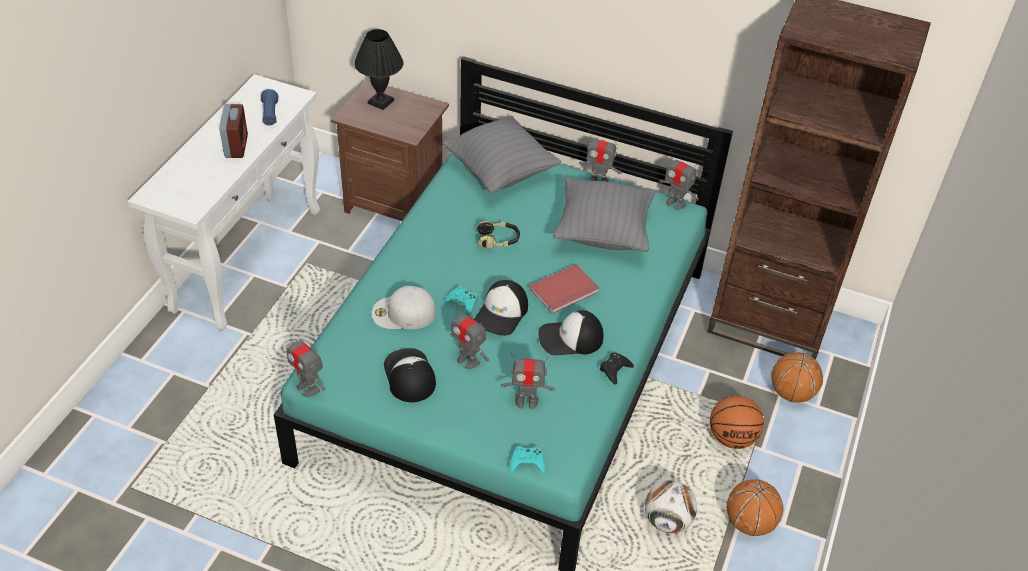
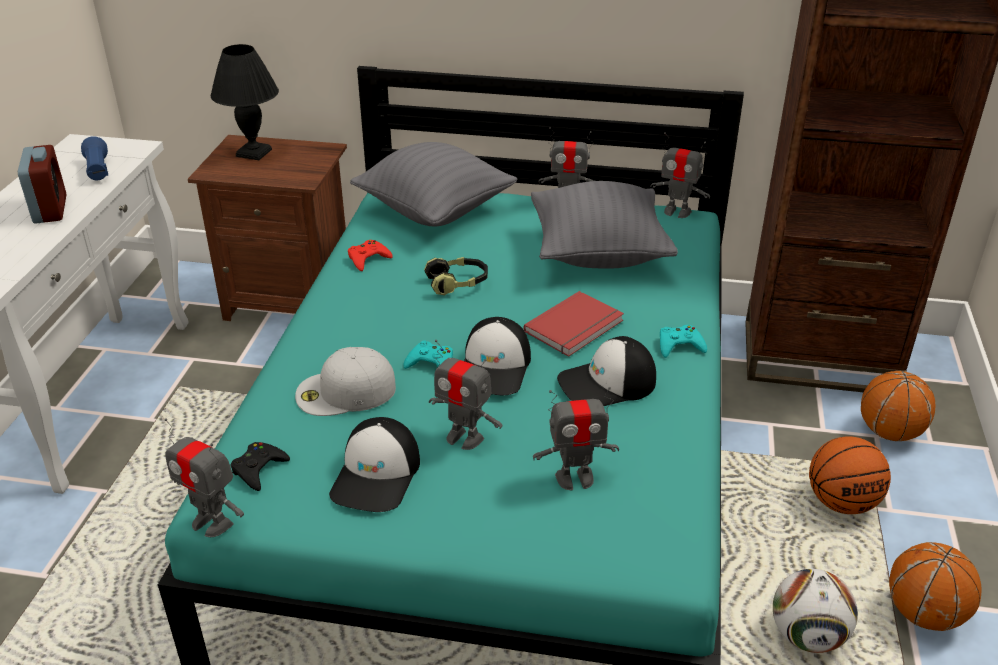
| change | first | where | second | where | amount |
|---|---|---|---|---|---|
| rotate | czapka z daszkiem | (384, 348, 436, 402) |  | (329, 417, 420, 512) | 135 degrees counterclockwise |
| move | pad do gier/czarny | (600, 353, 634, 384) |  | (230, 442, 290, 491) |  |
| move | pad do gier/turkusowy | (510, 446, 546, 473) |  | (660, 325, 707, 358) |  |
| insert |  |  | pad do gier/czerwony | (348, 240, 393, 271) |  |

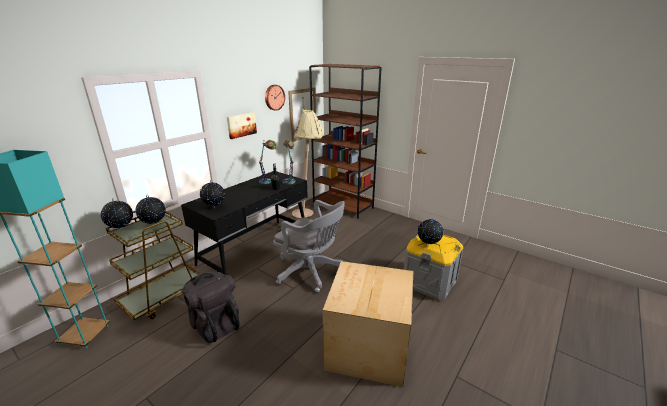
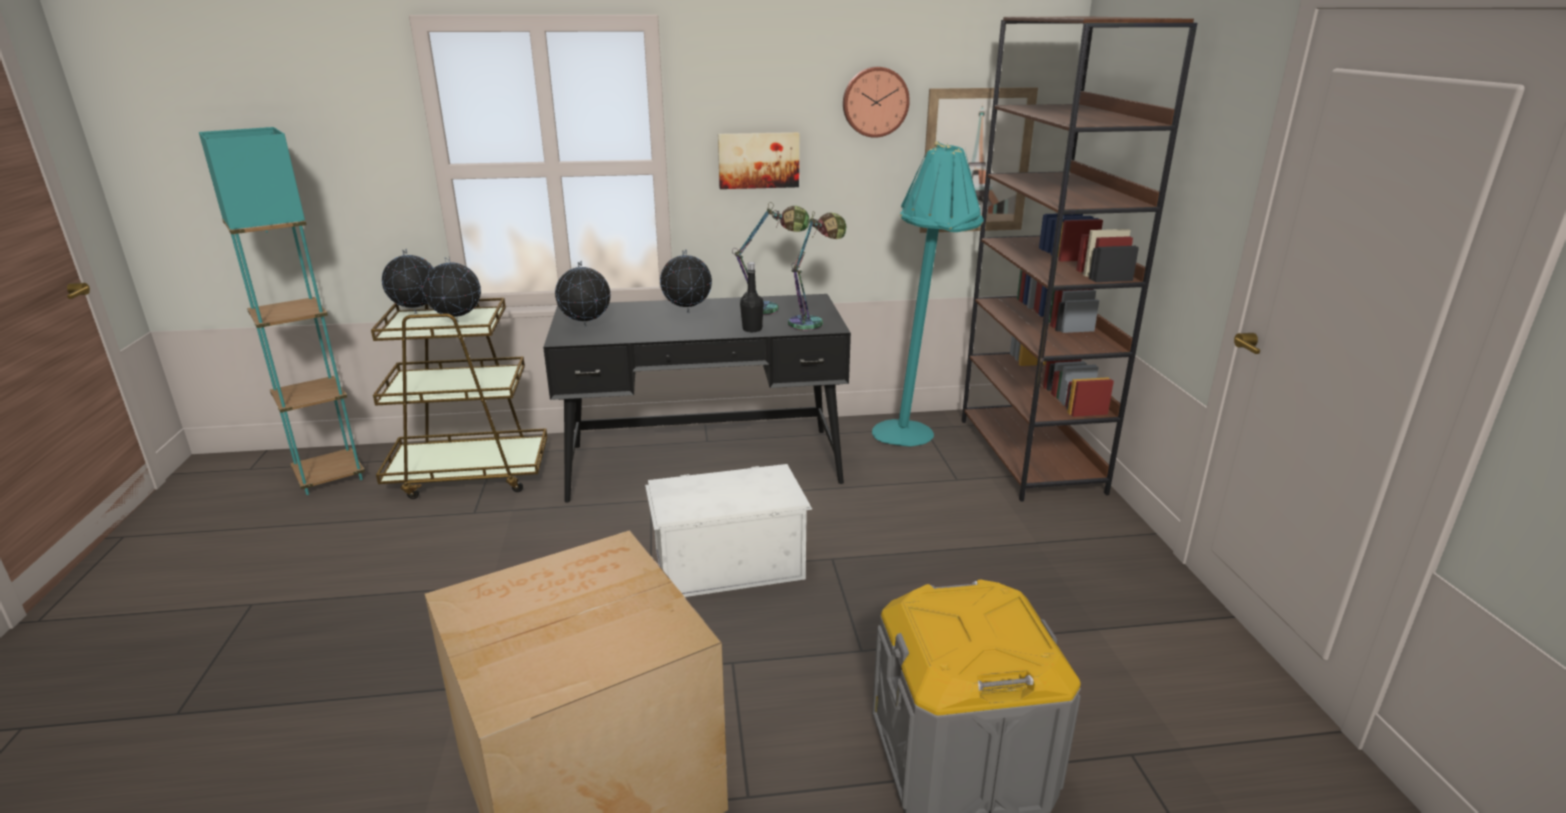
| change | first | where | second | where | amount |
|---|---|---|---|---|---|
| recolor | lampa stojąca/beżowy | (292, 109, 324, 218) | lampa stojąca/turkusowy | (872, 141, 984, 447) |  |
| replace | krzesło biurowe/szary | (273, 200, 345, 293) | pojemnik do przechowywania/biały | (645, 464, 812, 597) |  |
| move | globus | (418, 218, 443, 244) |  | (660, 249, 712, 313) |  |
| delete | plecak/czarny | (182, 272, 240, 343) |  |  |  |

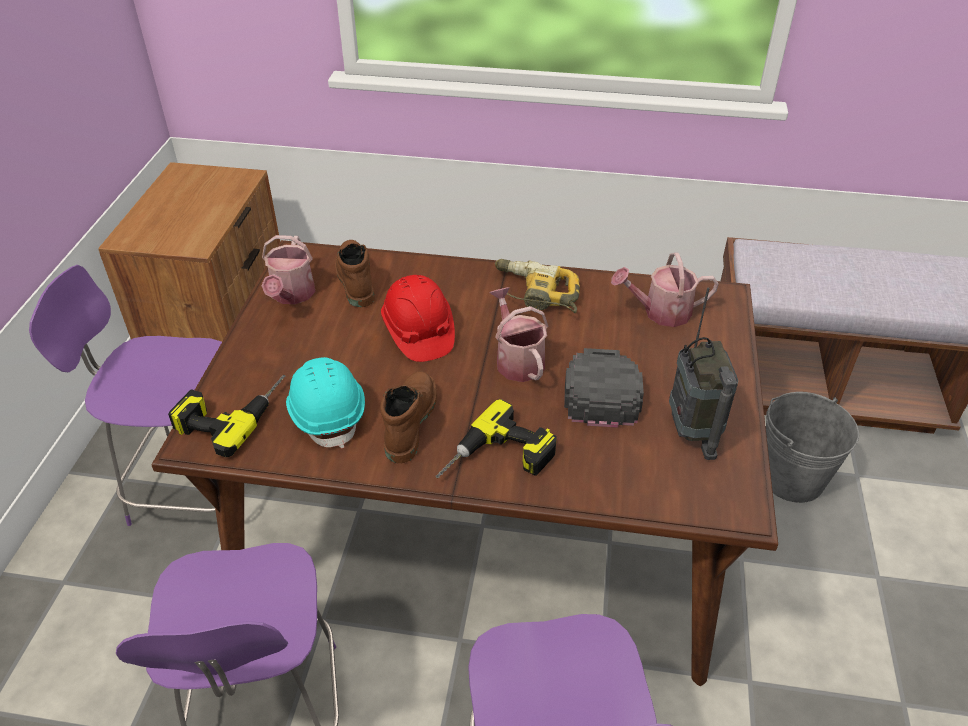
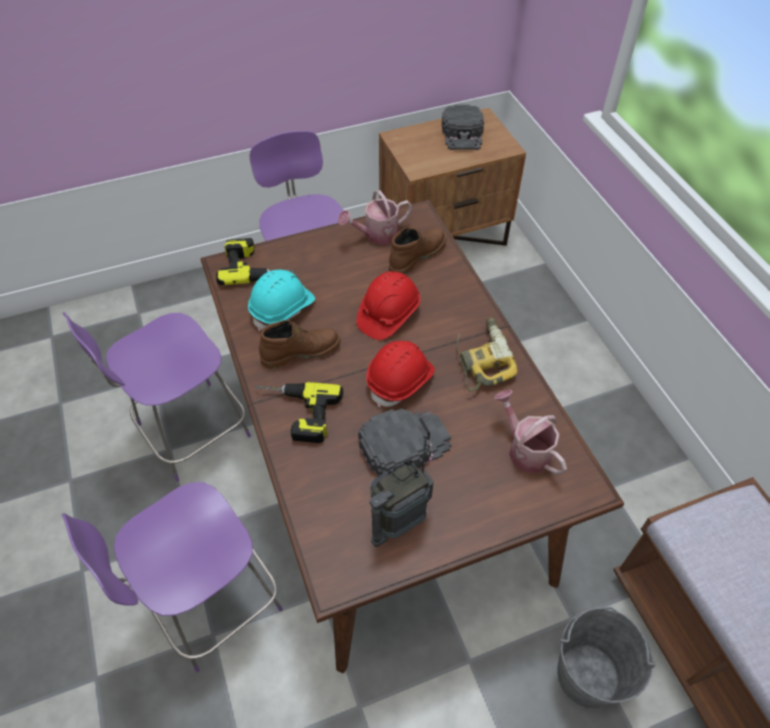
| change | first | where | second | where | amount |
|---|---|---|---|---|---|
| replace | konewka | (490, 287, 548, 382) | kask/czerwony | (366, 341, 435, 407) |  |
| insert |  |  | czapka z daszkiem/czarny | (442, 105, 484, 150) |  |

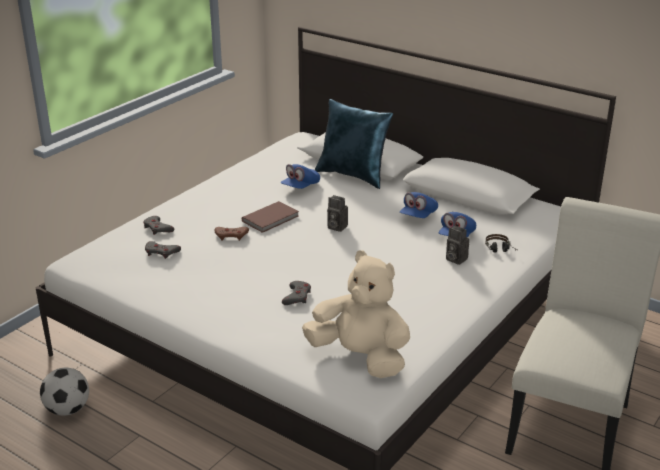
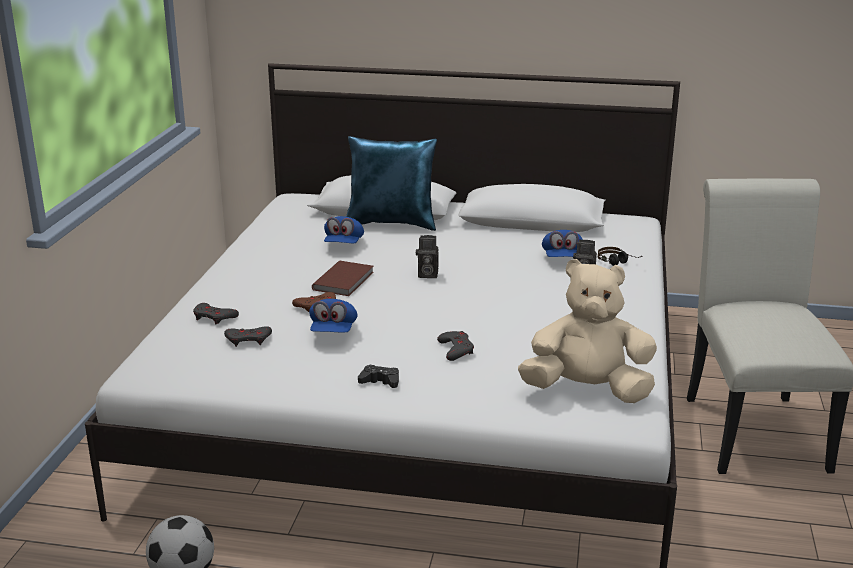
| change | first | where | second | where | amount |
|---|---|---|---|---|---|
| move | czapka z daszkiem/niebieski | (400, 192, 438, 218) |  | (309, 299, 358, 332) |  |
| insert |  |  | pad do gier/czarny | (358, 365, 399, 388) |  |

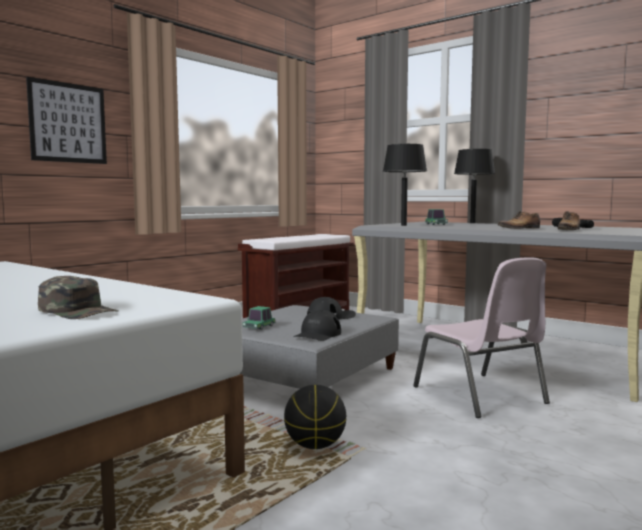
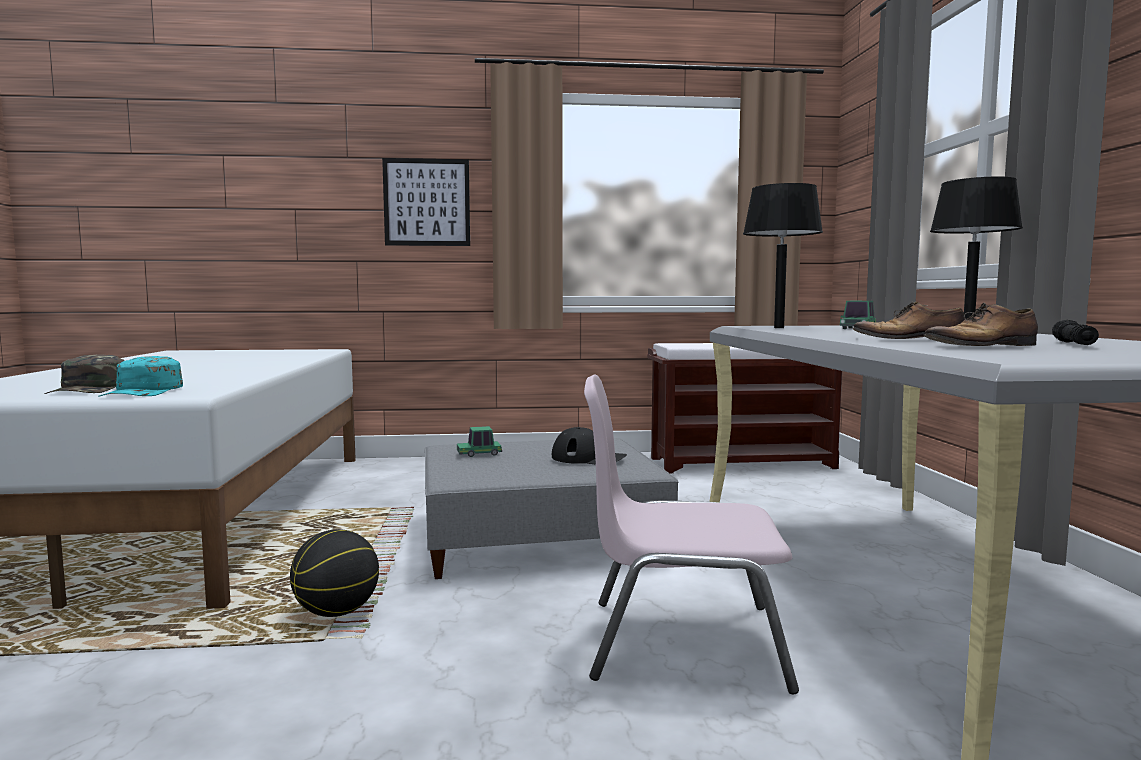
| change | first | where | second | where | amount |
|---|---|---|---|---|---|
| rotate | krzesło/różowy | (413, 257, 550, 418) |  | (584, 375, 799, 694) | 75 degrees clockwise |
| delete | czapka z daszkiem/czarny | (293, 310, 341, 341) |  |  |  |
| insert |  |  | czapka z daszkiem/turkusowy | (98, 356, 183, 397) |  |

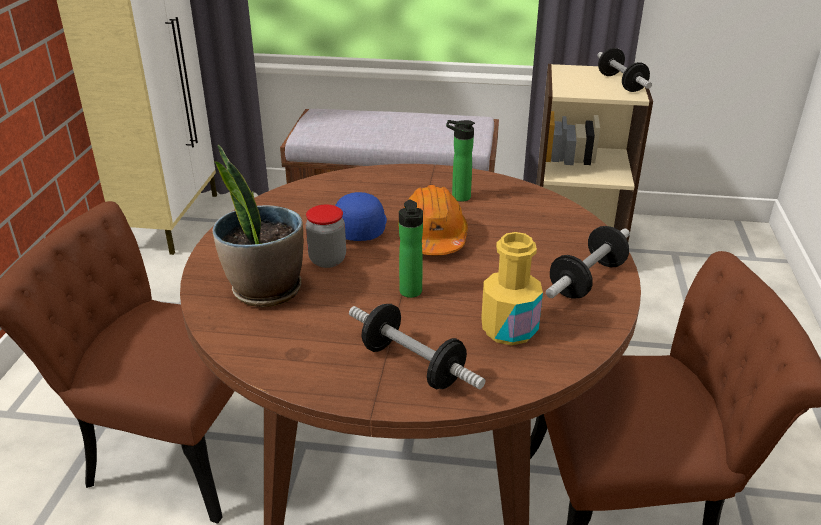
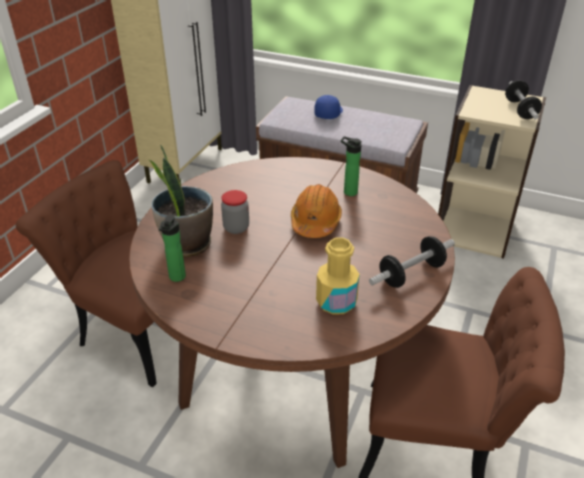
| change | first | where | second | where | amount |
|---|---|---|---|---|---|
| move | czapka z daszkiem/niebieski | (335, 192, 387, 241) |  | (314, 95, 343, 119) |  |
| move | butelka | (399, 200, 423, 298) |  | (159, 214, 186, 282) |  |
| delete | hantel | (349, 304, 486, 390) |  |  |  |

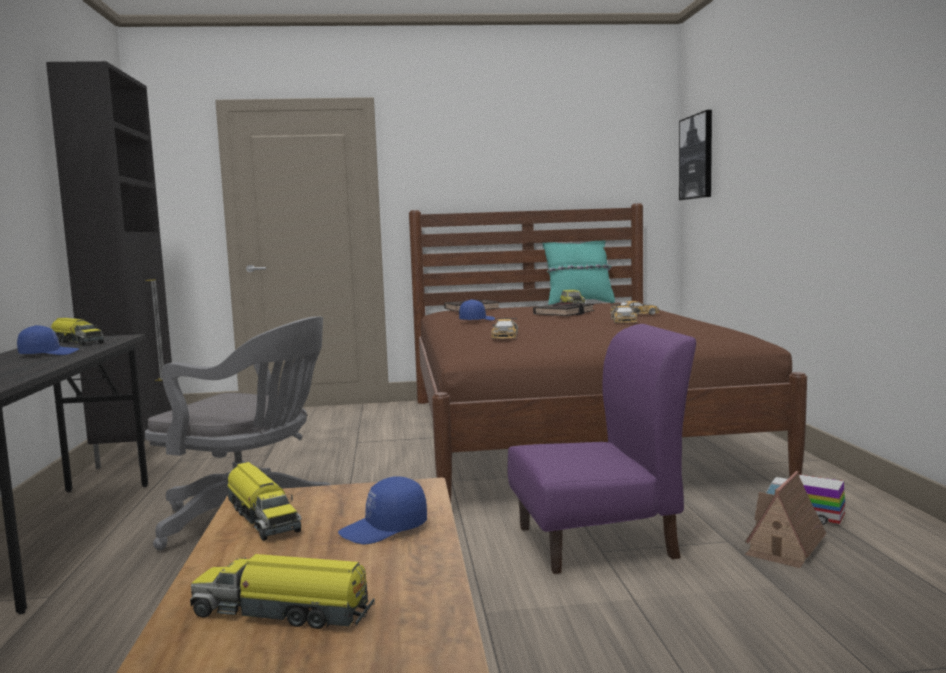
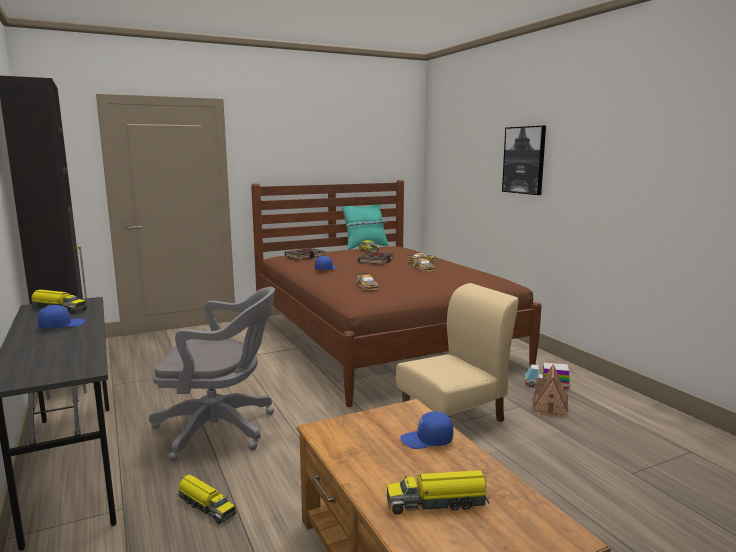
| change | first | where | second | where | amount |
|---|---|---|---|---|---|
| move | obraz | (679, 110, 712, 200) |  | (502, 126, 546, 195) |  |
| recolor | krzesło/fioletowy | (507, 324, 696, 574) | krzesło/beżowy | (396, 283, 518, 422) |  |
| move | ciężarówka zabawkowa | (227, 462, 302, 541) |  | (178, 474, 237, 524) |  |
| rotate | czapka z daszkiem/niebieski | (338, 476, 427, 545) |  | (400, 411, 453, 449) | 45 degrees clockwise |

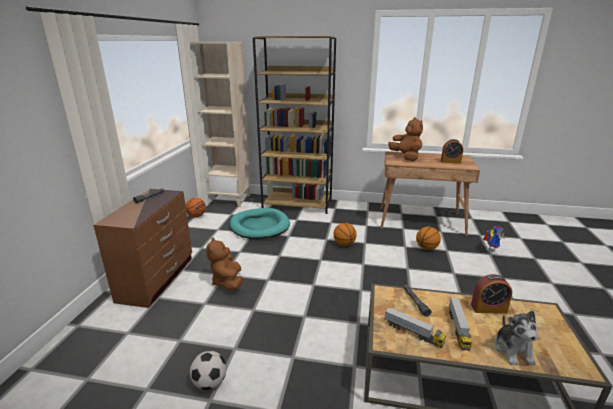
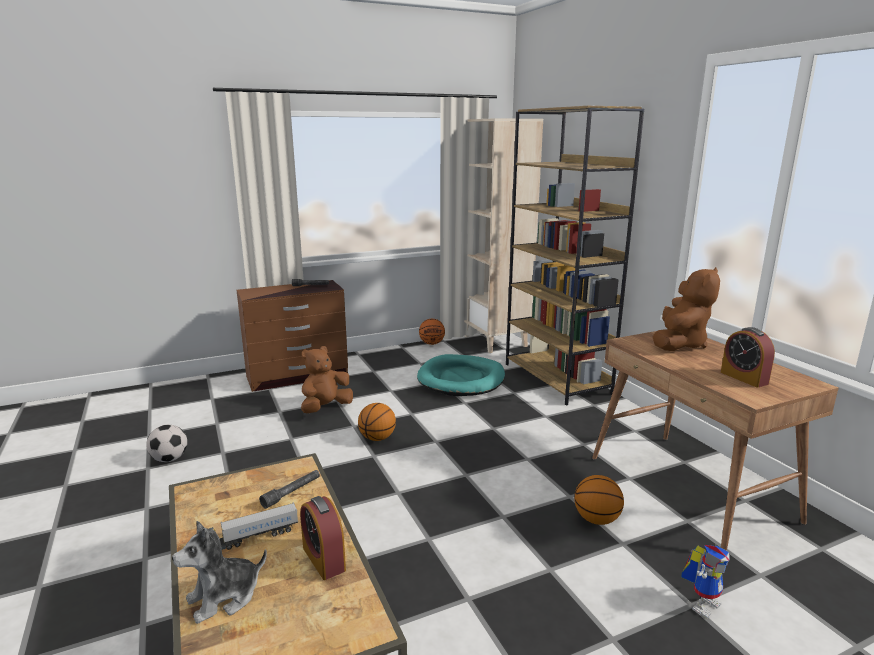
| change | first | where | second | where | amount |
|---|---|---|---|---|---|
| move | piłka do koszykówki | (333, 223, 357, 246) |  | (358, 403, 396, 441) |  |
| delete | ciężarówka zabawkowa | (385, 307, 446, 348) |  |  |  |

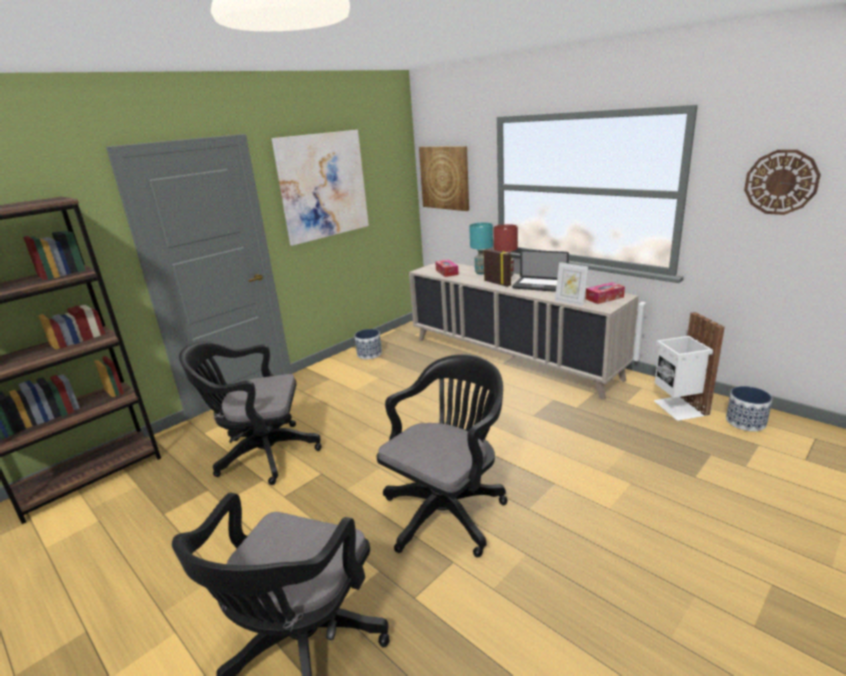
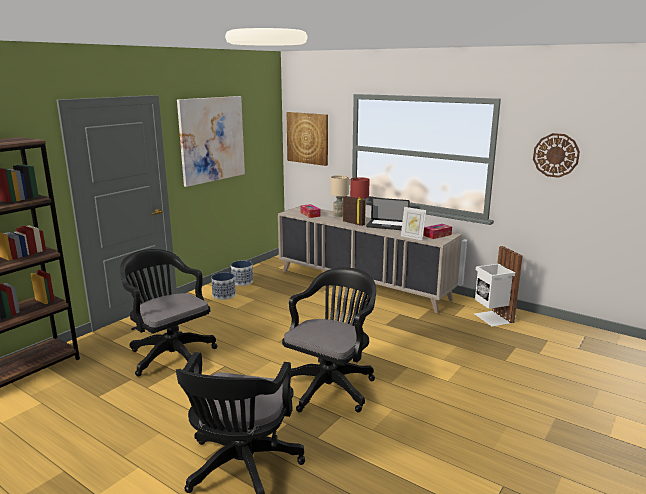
| change | first | where | second | where | amount |
|---|---|---|---|---|---|
| recolor | lampa stołowa/turkusowy | (469, 223, 493, 274) | lampa stołowa/beżowy | (331, 175, 349, 217) |  |
| rotate | krzesło biurowe/czarny | (179, 341, 322, 485) |  | (120, 249, 217, 377) | 60 degrees clockwise |
| move | donica | (726, 386, 772, 431) |  | (211, 273, 236, 300) |  |

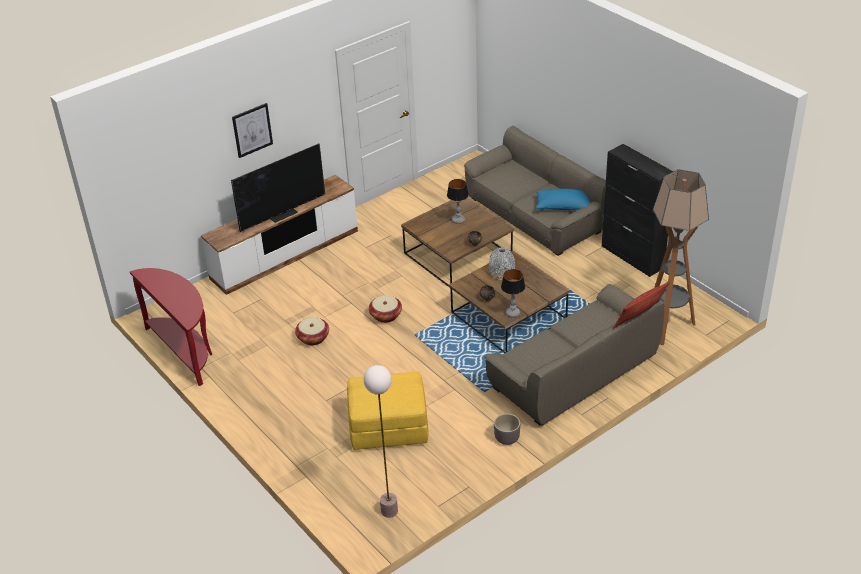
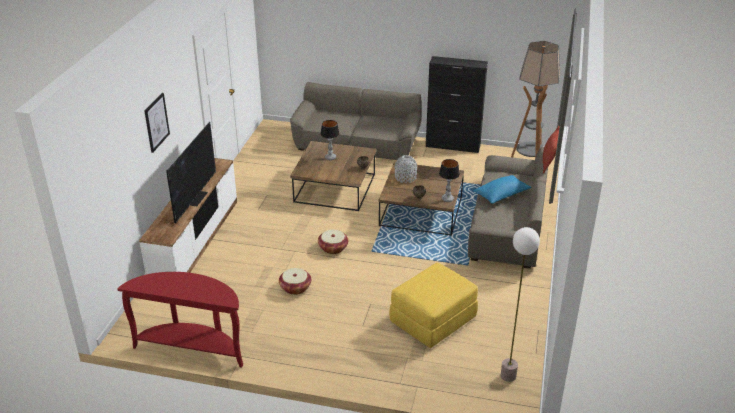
| change | first | where | second | where | amount |
|---|---|---|---|---|---|
| move | poduszka/niebieski | (536, 189, 590, 210) |  | (474, 175, 531, 204) |  |
| delete | donica/szary | (494, 413, 520, 445) |  |  |  |

